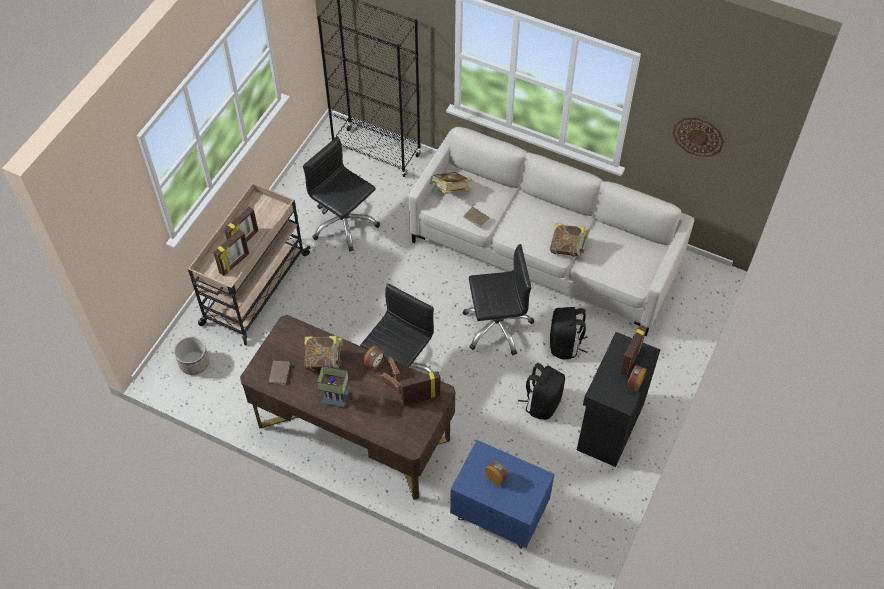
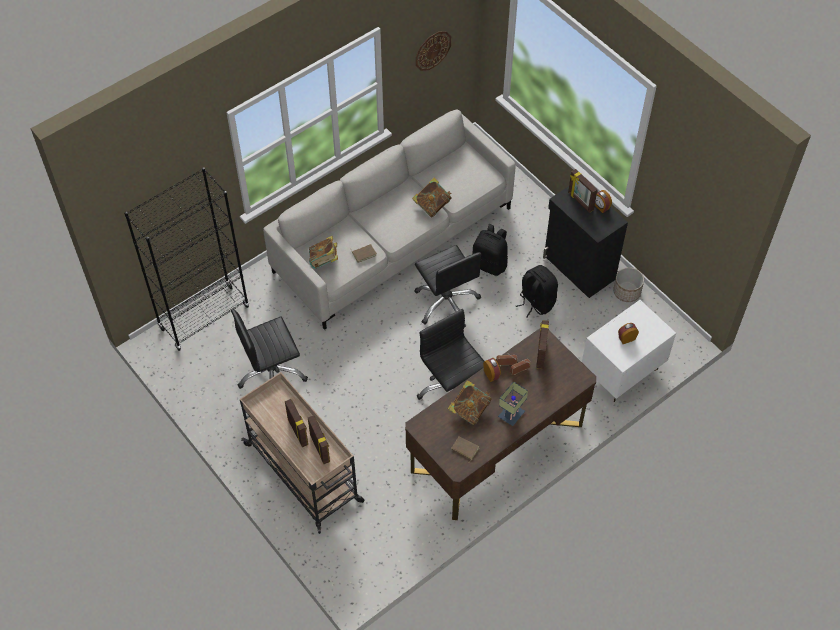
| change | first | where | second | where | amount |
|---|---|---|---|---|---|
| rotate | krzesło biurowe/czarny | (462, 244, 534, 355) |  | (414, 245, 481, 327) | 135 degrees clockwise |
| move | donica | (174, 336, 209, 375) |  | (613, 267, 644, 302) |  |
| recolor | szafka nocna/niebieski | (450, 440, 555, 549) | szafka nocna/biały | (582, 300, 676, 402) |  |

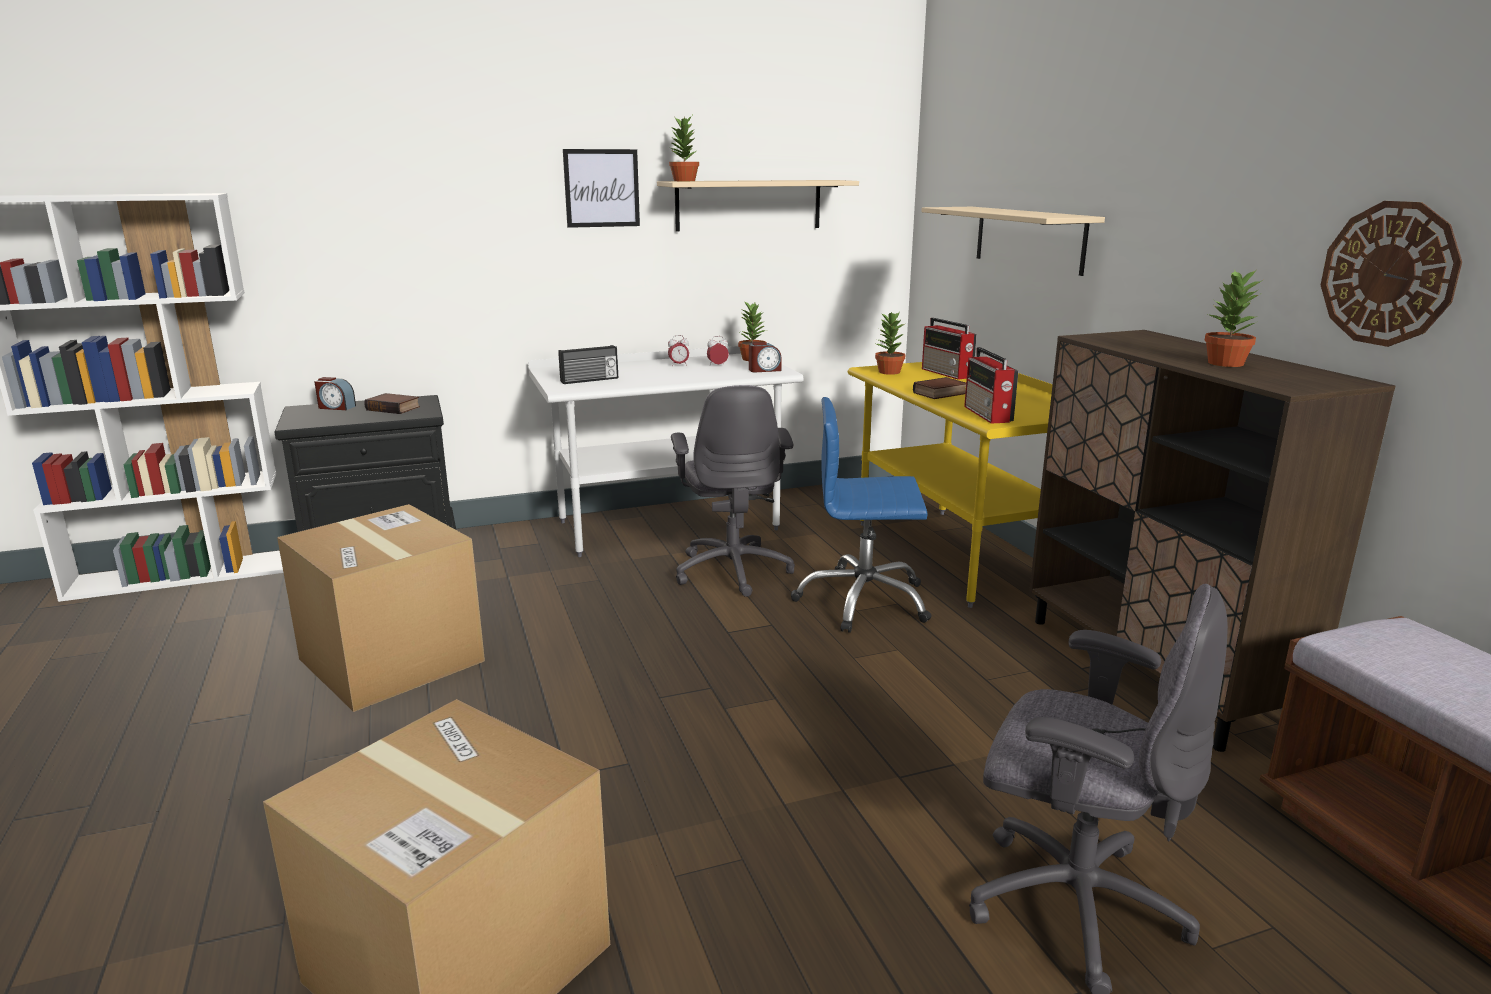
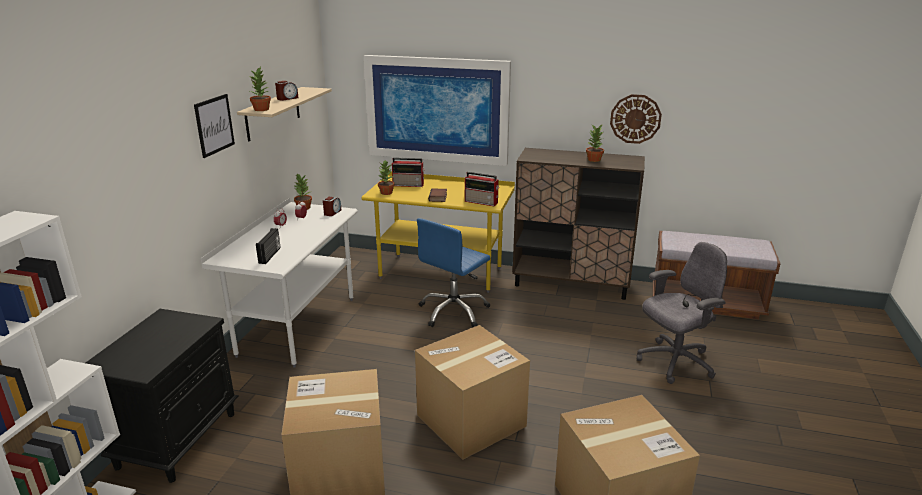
| change | first | where | second | where | amount |
|---|---|---|---|---|---|
| replace | półka/beżowy | (921, 207, 1105, 276) | obraz | (364, 55, 511, 166) |  |
| move | budzik | (314, 377, 356, 410) |  | (275, 81, 298, 101) |  |
| delete | krzesło biurowe/szary | (671, 385, 795, 597) |  |  |  |
| delete | książka | (364, 393, 420, 414) |  |  |  |
| insert |  |  | karton | (415, 325, 530, 460) |  |

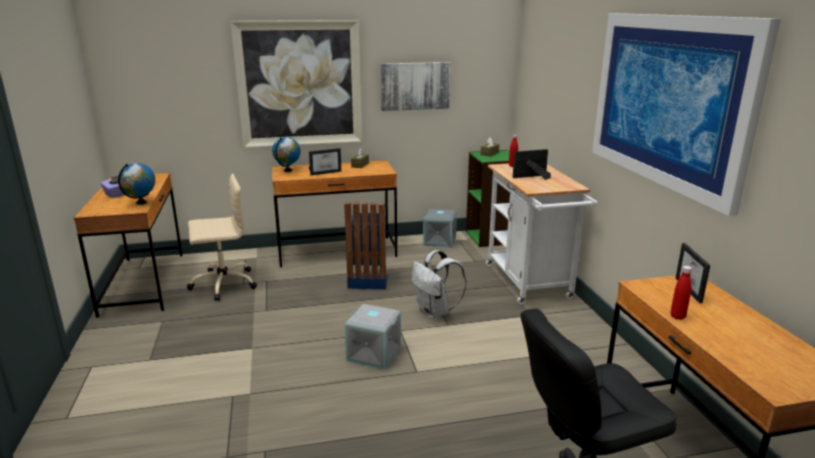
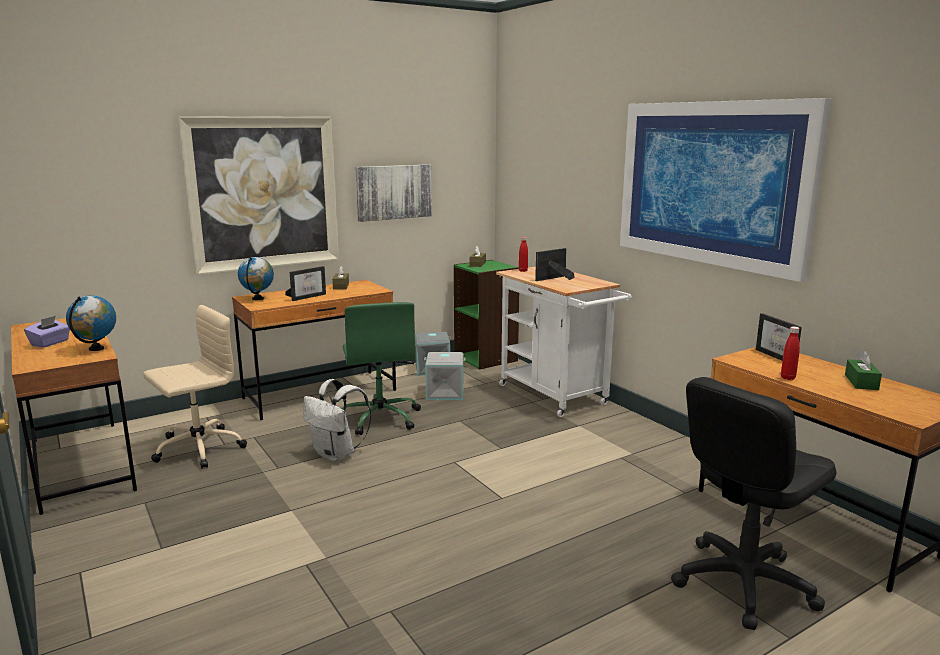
| change | first | where | second | where | amount |
|---|---|---|---|---|---|
| replace | kosz na śmieci/niebieski | (344, 202, 389, 289) | krzesło biurowe/zielony | (342, 302, 421, 435) |  |
| move | plecak/biały | (411, 250, 466, 319) |  | (303, 379, 371, 462) |  |
| move | pojemnik do przechowywania/szary | (345, 304, 401, 370) |  | (424, 352, 466, 400) |  |
| insert |  |  | pudełko chusteczek/zielony | (845, 350, 882, 390) |  |

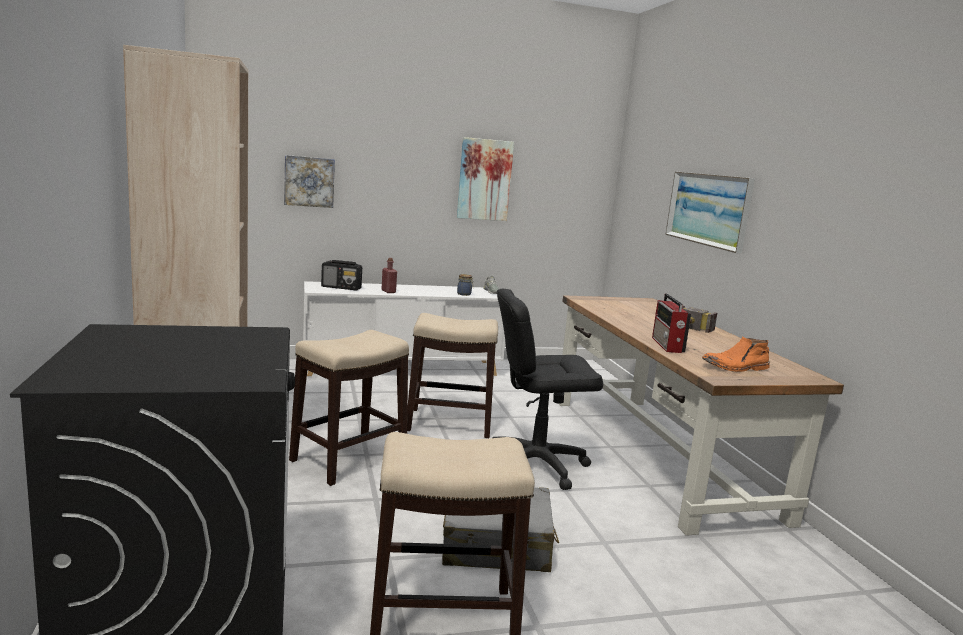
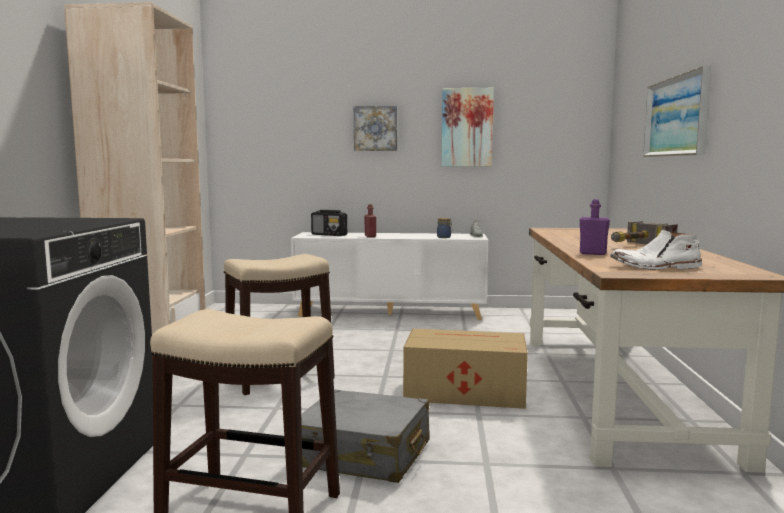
| change | first | where | second | where | amount |
|---|---|---|---|---|---|
| move | obraz | (284, 155, 335, 208) |  | (354, 106, 397, 151) |  |
| replace | krzesło biurowe/czarny | (493, 289, 603, 490) | karton | (403, 329, 528, 409) |  |
| replace | radio | (652, 294, 691, 353) | butelka/fioletowy | (580, 199, 610, 255) |  |
| delete | stołek | (407, 313, 498, 438) |  |  |  |
| recolor | but z cholewką/pomarańczowy | (702, 337, 770, 372) | but z cholewką/biały | (610, 230, 702, 270) |  |

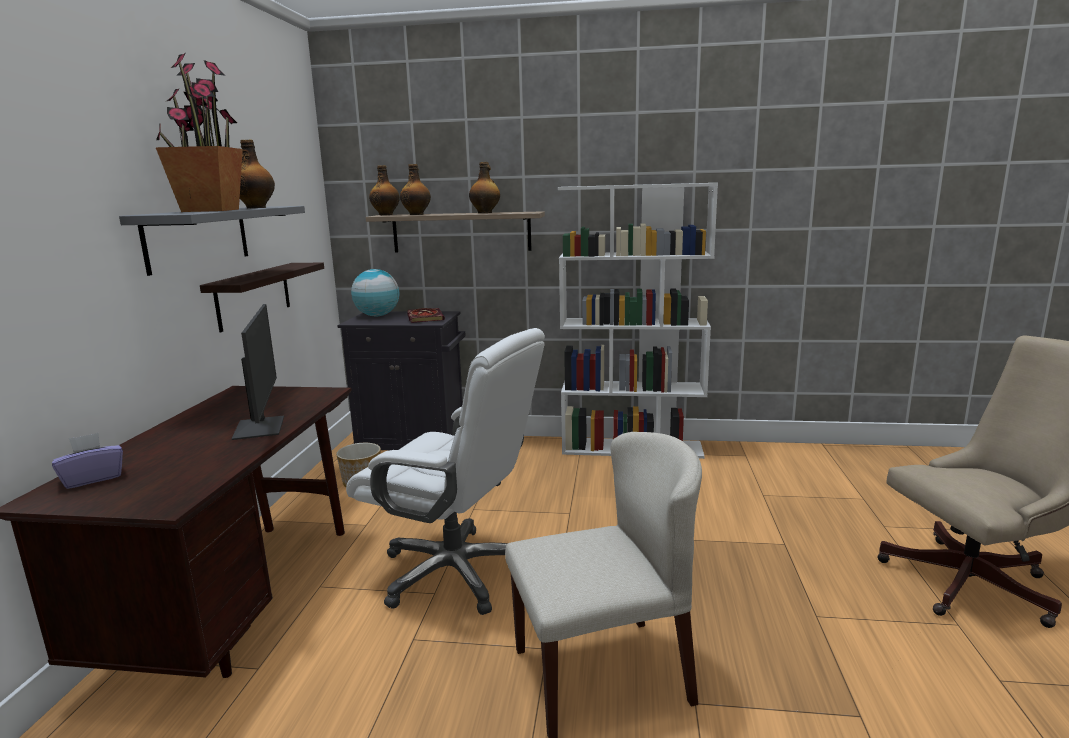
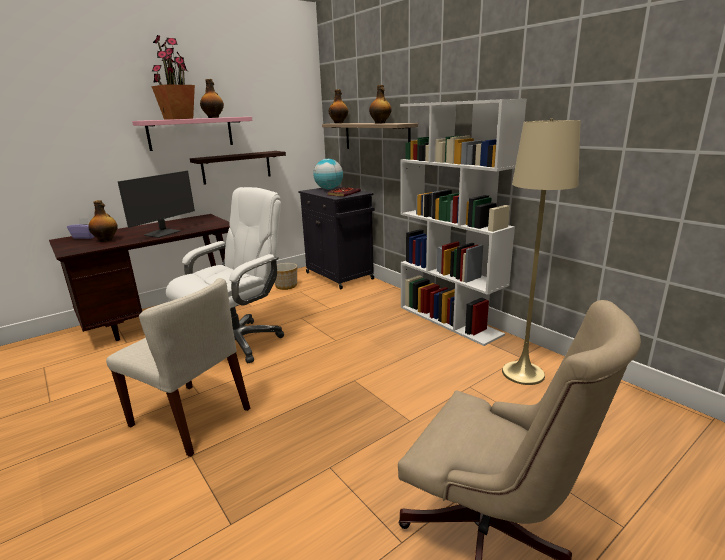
| change | first | where | second | where | amount |
|---|---|---|---|---|---|
| move | butelka | (400, 164, 431, 215) |  | (88, 200, 118, 242) |  |
| recolor | półka/szary | (119, 206, 305, 276) | półka/różowy | (132, 117, 252, 151) |  |
| rotate | krzesło biurowe/biały | (346, 328, 545, 615) |  | (166, 187, 284, 363) | 120 degrees counterclockwise |
| insert |  |  | lampa stojąca/beżowy | (502, 119, 581, 385) |  |

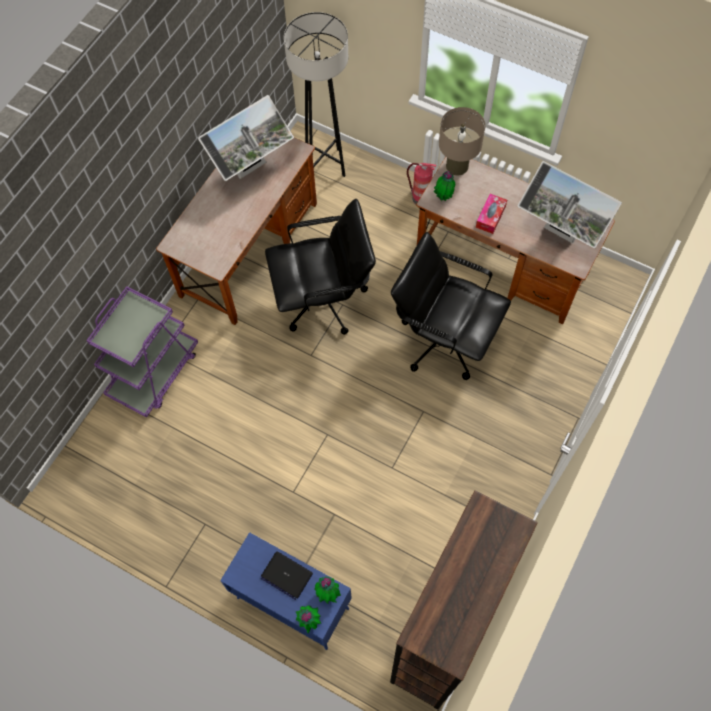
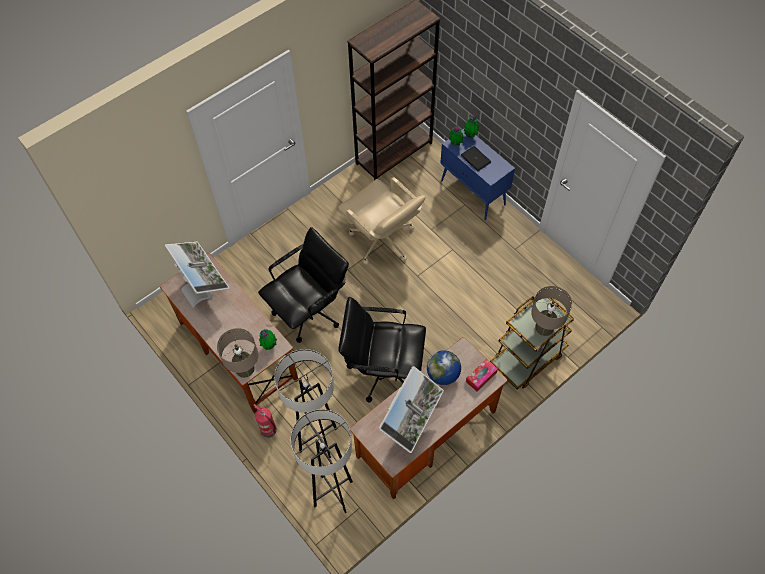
| change | first | where | second | where | amount |
|---|---|---|---|---|---|
| rotate | monitor | (198, 95, 294, 181) |  | (379, 366, 444, 453) | 135 degrees clockwise |
| move | pudełko chusteczek | (476, 194, 507, 234) |  | (466, 359, 498, 392) |  |
| rotate | krzesło biurowe/czarny | (391, 232, 511, 380) |  | (258, 227, 349, 343) | 90 degrees counterclockwise |
| recolor | wózek/fioletowy | (86, 286, 198, 418) | wózek/brązowy | (490, 296, 574, 390) |  |
| insert |  |  | krzesło biurowe/beżowy | (338, 177, 426, 264) |  |
| insert |  |  | lampa stołowa/beżowy | (531, 286, 572, 336) |  |
| insert |  |  | lampa stojąca/szary | (274, 349, 337, 458) |  |
| insert |  |  | globus | (427, 350, 461, 385) |  |

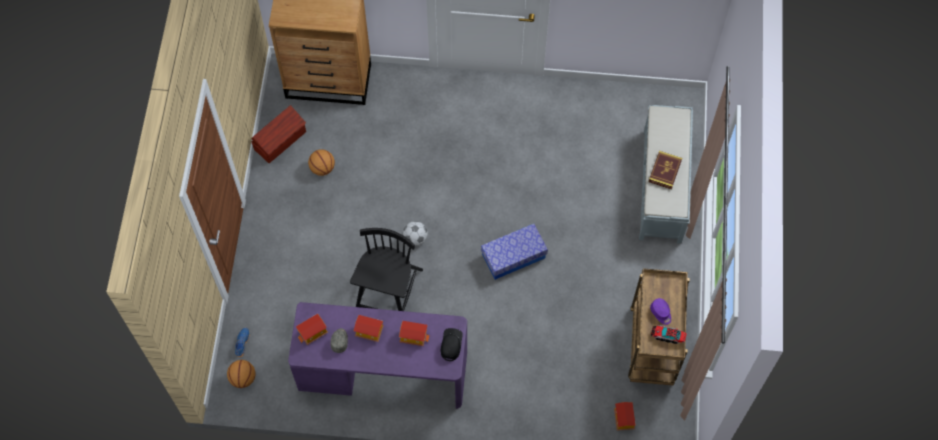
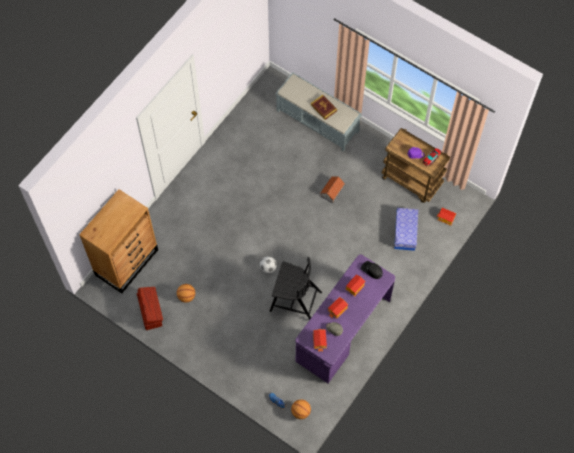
| change | first | where | second | where | amount |
|---|---|---|---|---|---|
| move | pojemnik do przechowywania | (481, 224, 548, 280) |  | (394, 208, 418, 251) |  |
| rotate | krzesło/czarny | (350, 228, 423, 311) |  | (270, 257, 322, 320) | 150 degrees clockwise |
| insert |  |  | domek | (320, 176, 345, 203) |  |

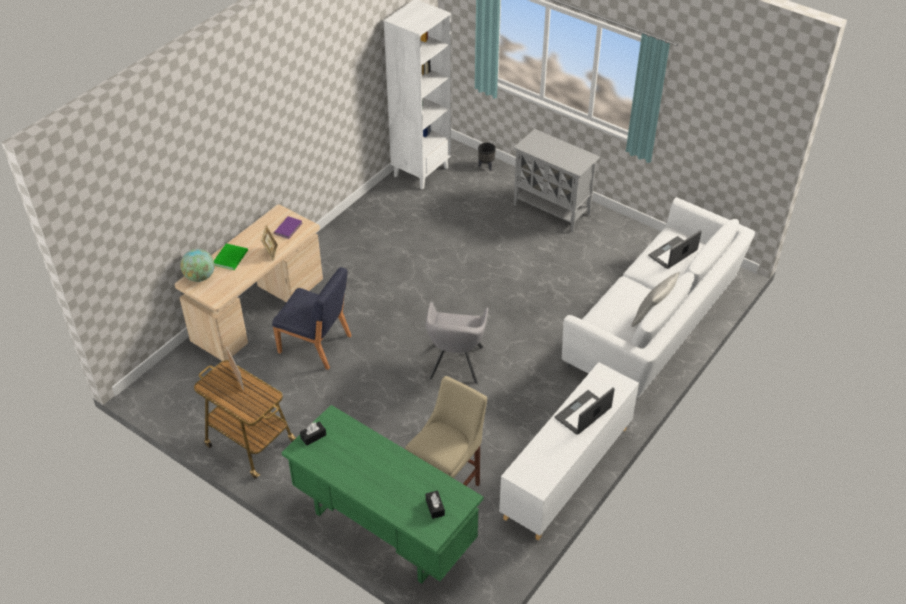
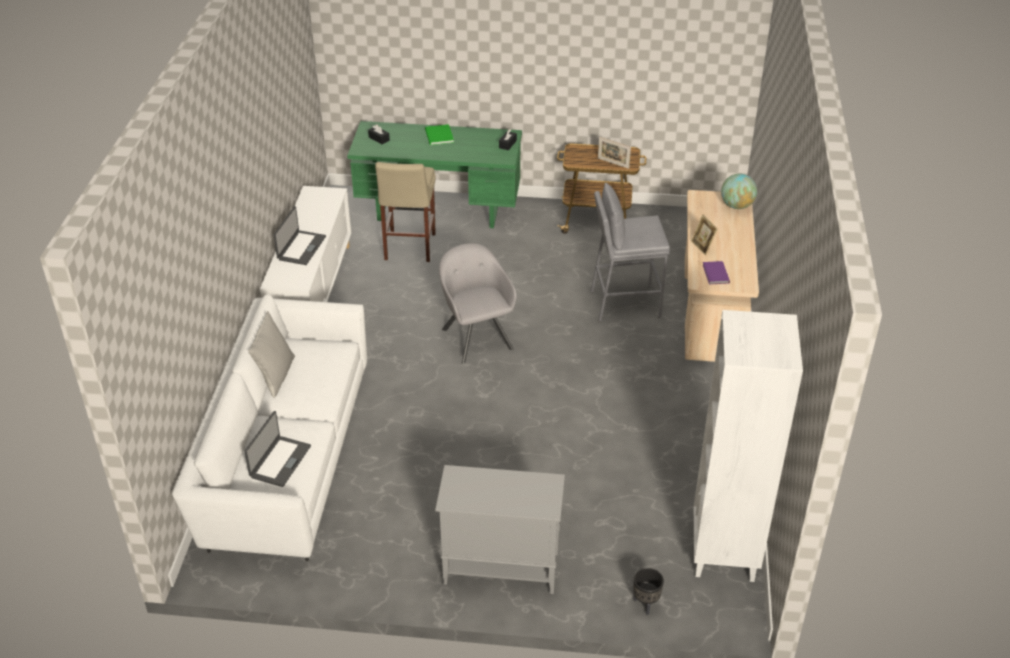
| change | first | where | second | where | amount |
|---|---|---|---|---|---|
| move | książka/zielony | (214, 243, 248, 270) |  | (425, 124, 454, 145) |  |
| replace | krzesło/niebieski | (272, 267, 352, 370) | stołek/szary | (591, 183, 670, 322) |  |

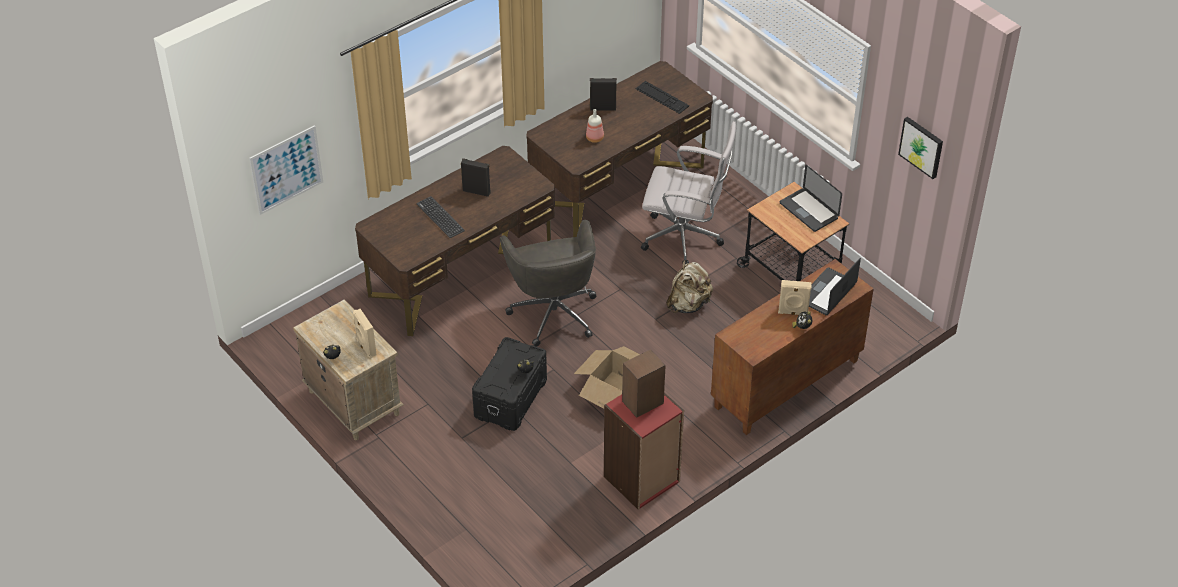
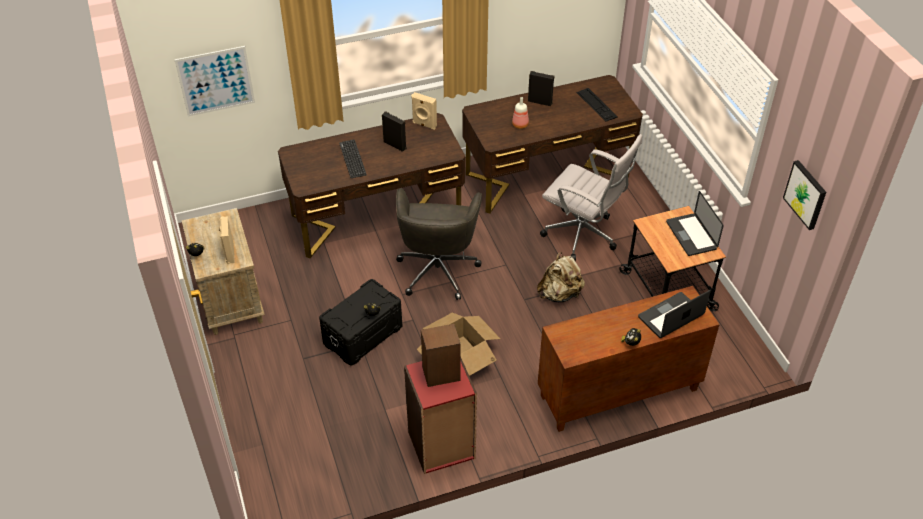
| change | first | where | second | where | amount |
|---|---|---|---|---|---|
| move | głośnik/beżowy | (778, 280, 812, 315) |  | (411, 92, 437, 130) |  |

